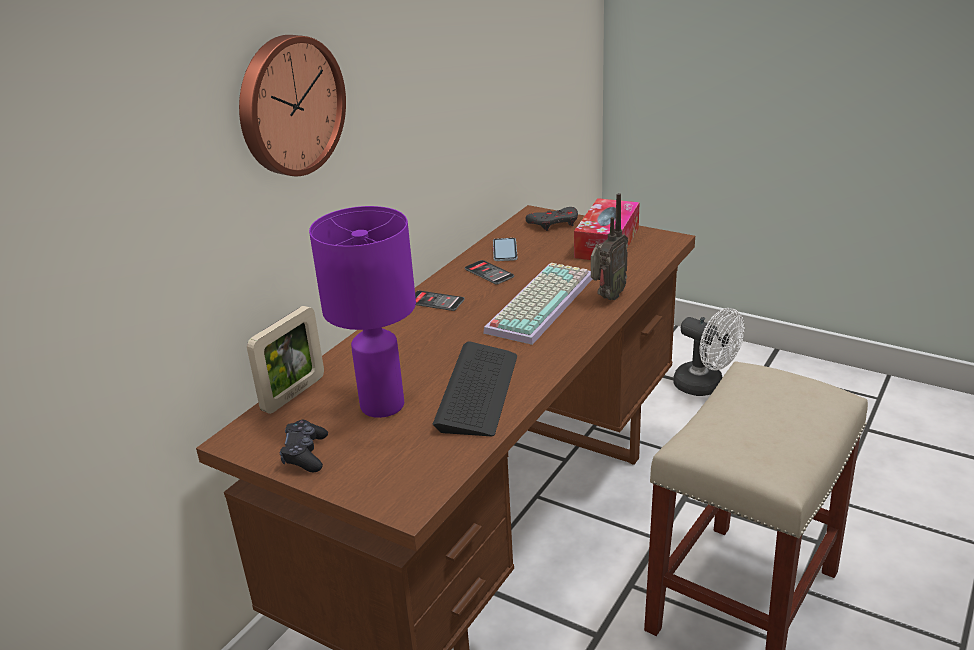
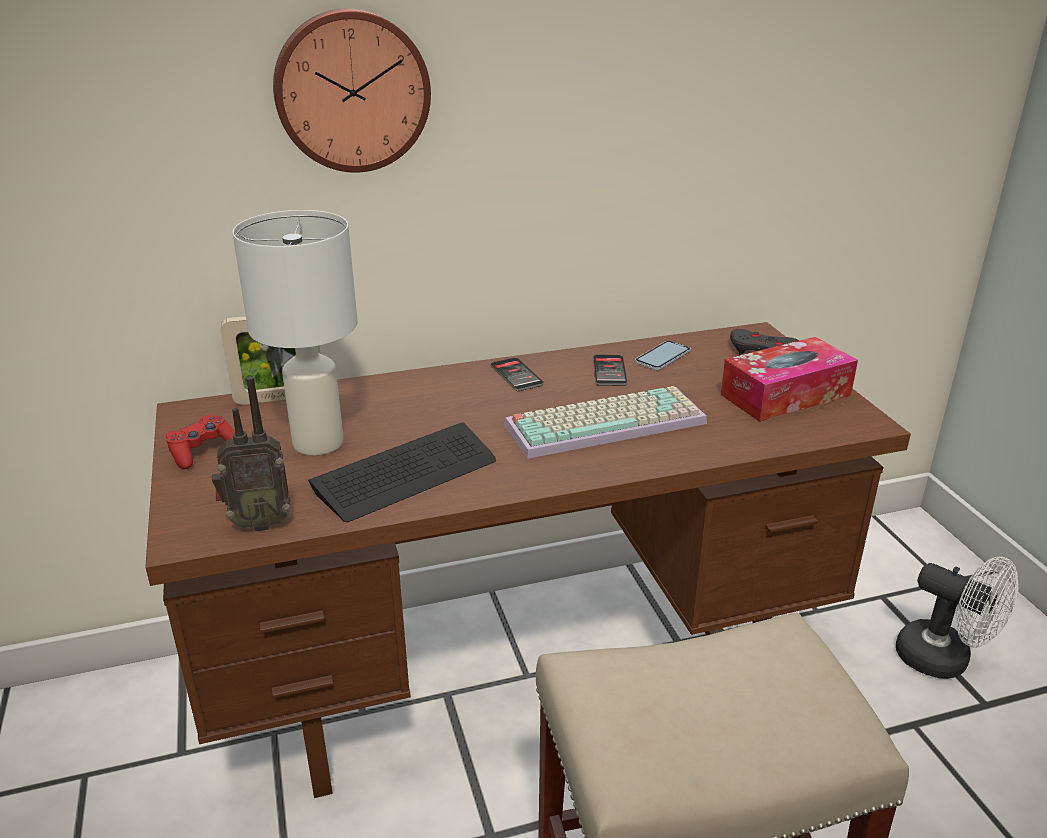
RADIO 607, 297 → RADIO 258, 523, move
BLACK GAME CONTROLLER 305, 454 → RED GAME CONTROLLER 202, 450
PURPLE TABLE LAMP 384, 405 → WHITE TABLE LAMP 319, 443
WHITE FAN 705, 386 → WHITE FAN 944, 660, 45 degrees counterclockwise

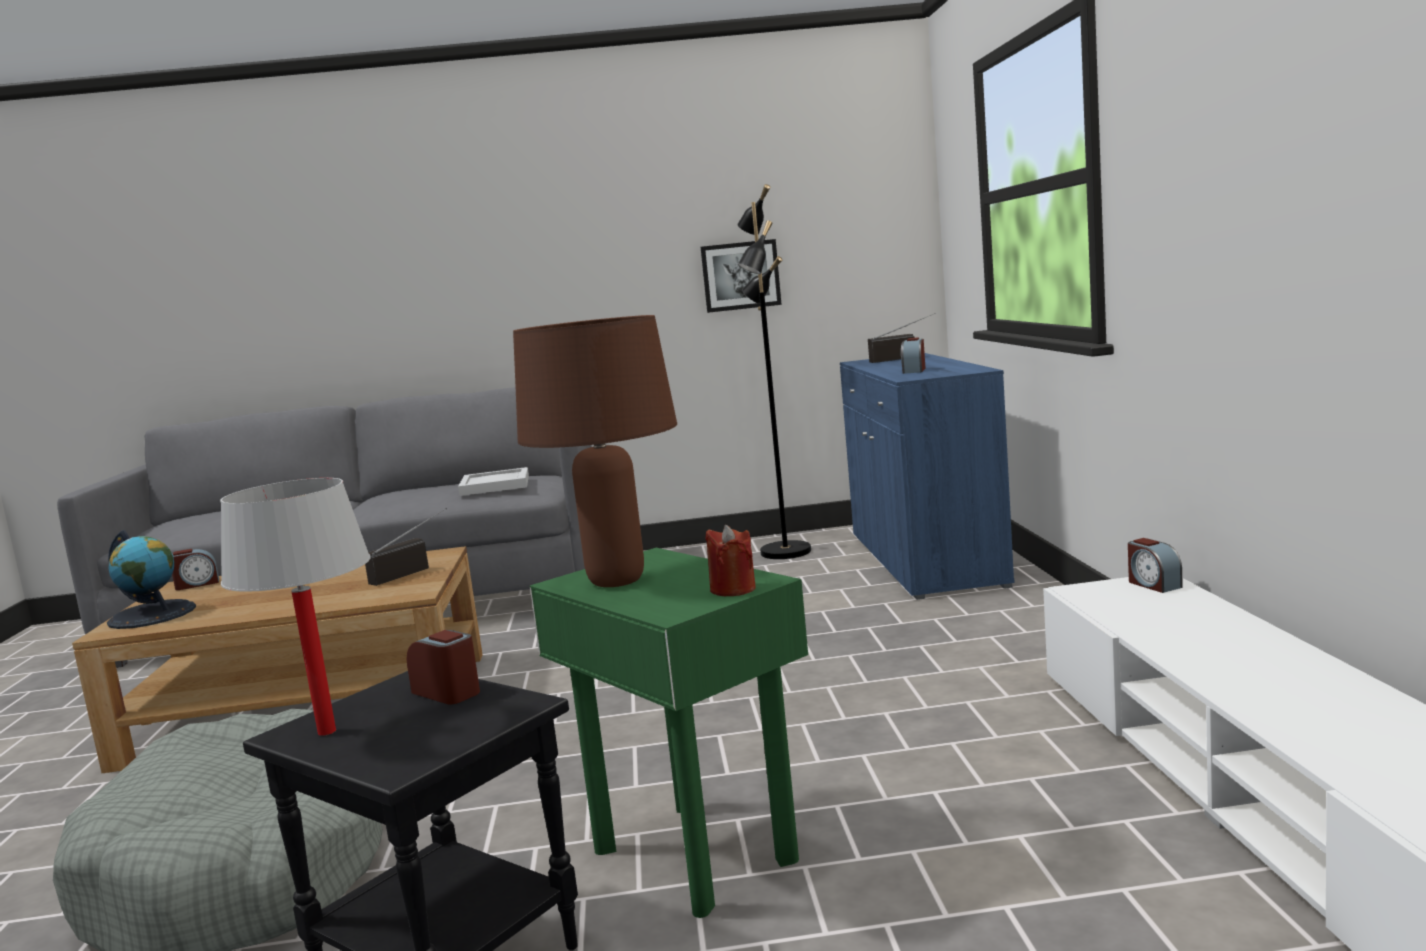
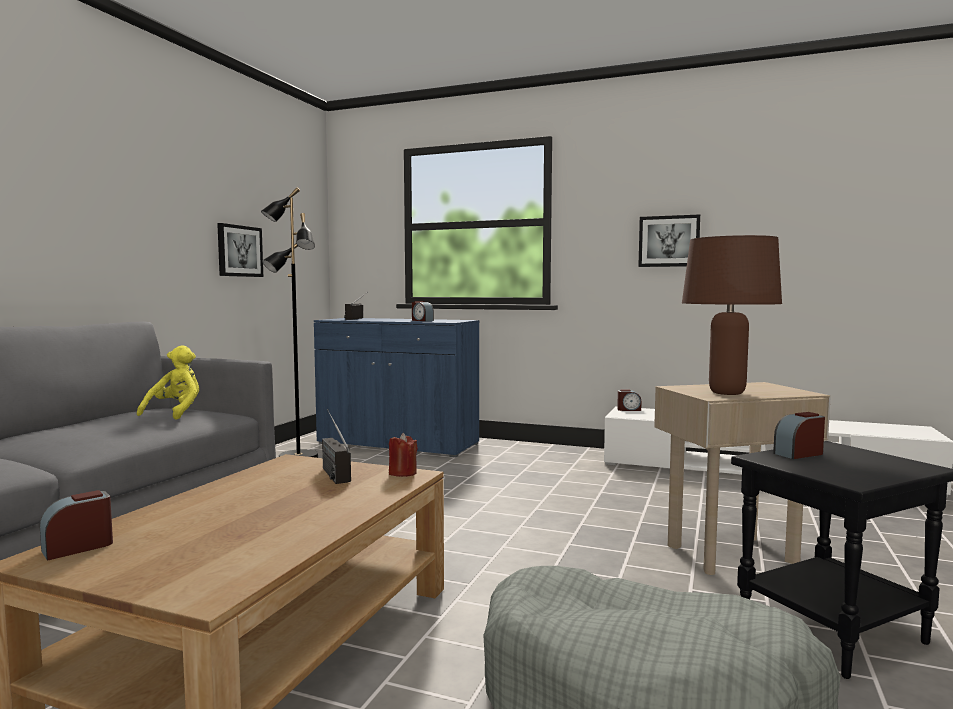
GLOBE 152, 615 → -
WHITE TABLE LAMP 327, 732 → -
- → PICTURE 669, 241
RED CANDLE 733, 589 → RED CANDLE 402, 473, move
WHITE TRAY 496, 485 → YELLOW PLUSH TOY 176, 413
GREEN SIDE TABLE 692, 856 → BEIGE SIDE TABLE 732, 554
ALARM CLOCK 197, 584 → ALARM CLOCK 78, 547, 135 degrees counterclockwise

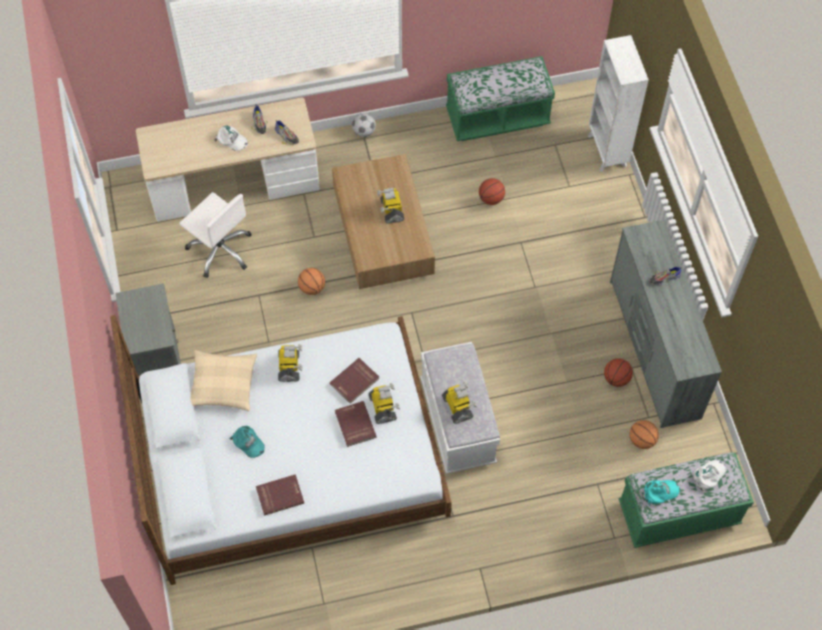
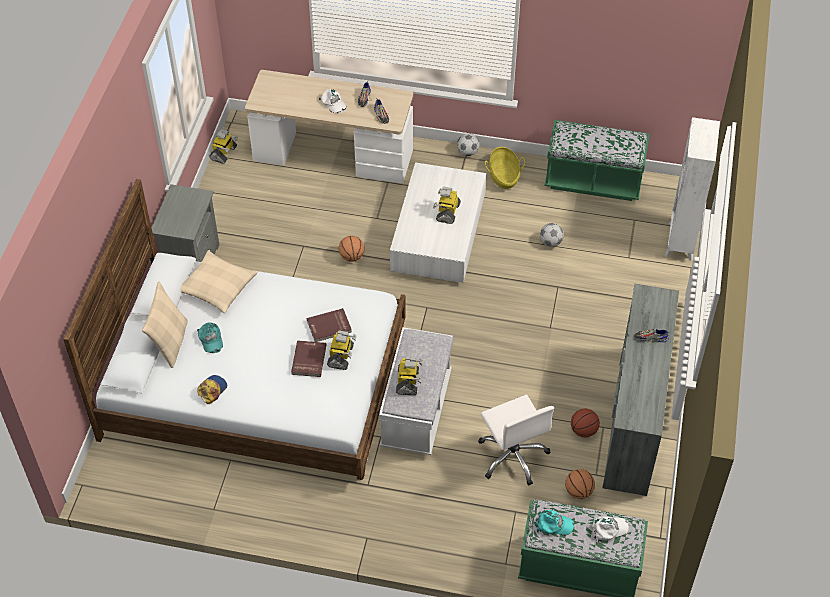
- → BEIGE PILLOW 170, 342
- → BASKET 504, 176
WHITE OFFICE CHAIR 220, 249 → WHITE OFFICE CHAIR 513, 456, move
TOY ROBOT 290, 367 → TOY ROBOT 224, 153, move
RED BOOK 279, 495 → CAP 212, 390
BASKETBALL 491, 198 → FOOTBALL 550, 243
BROWN COFFEE TABLE 383, 233 → WHITE COFFEE TABLE 438, 236

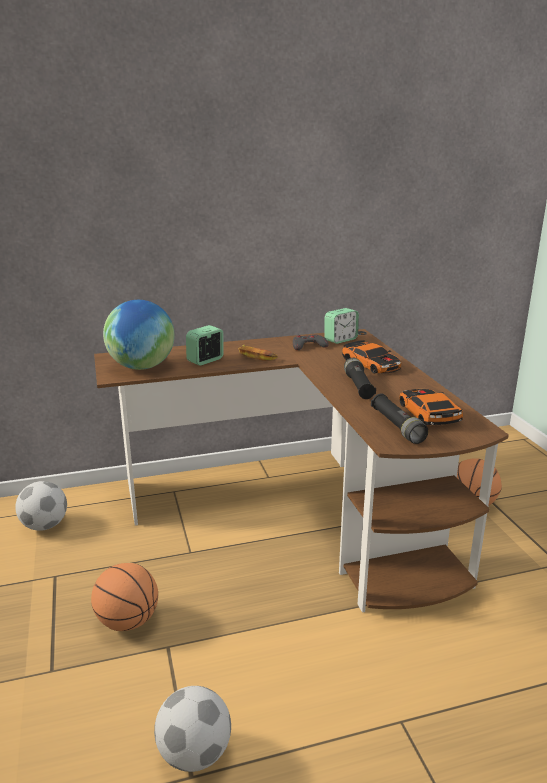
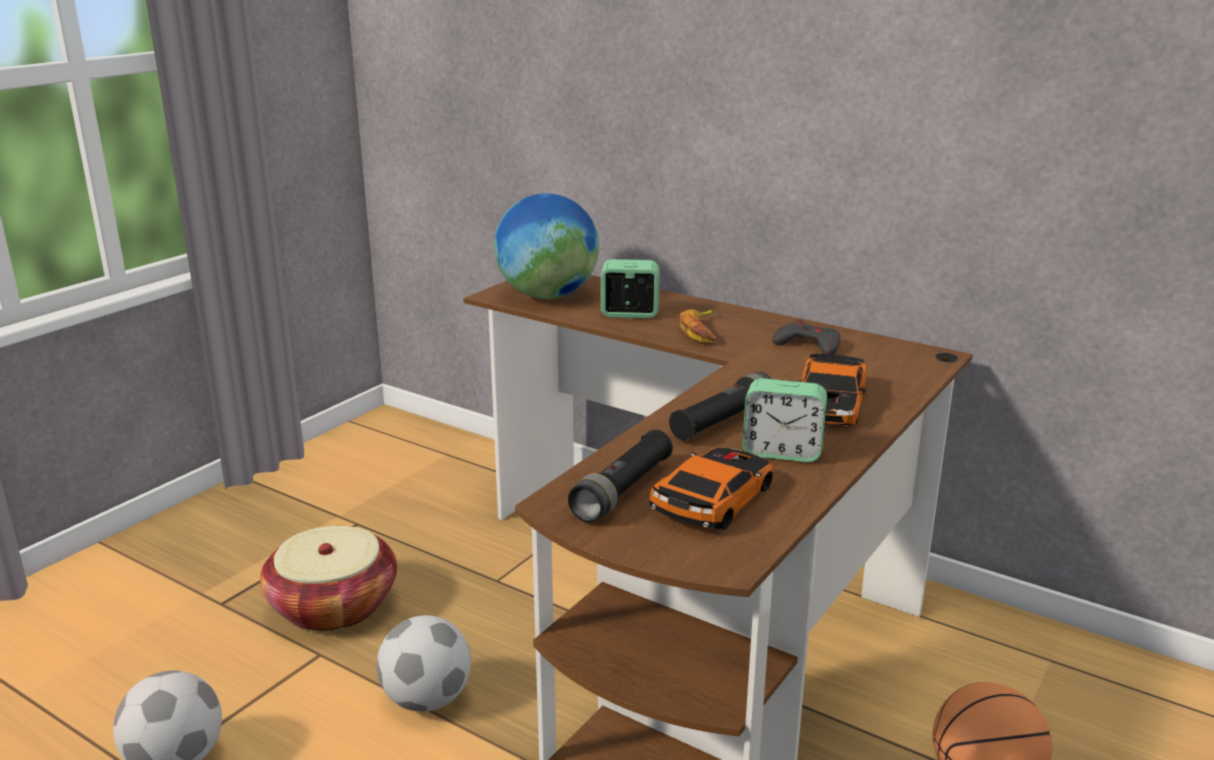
FOOTBALL 44, 526 → FOOTBALL 427, 699, move
ALARM CLOCK 340, 340 → ALARM CLOCK 782, 452, move
BASKETBALL 128, 621 → BASKET 333, 606

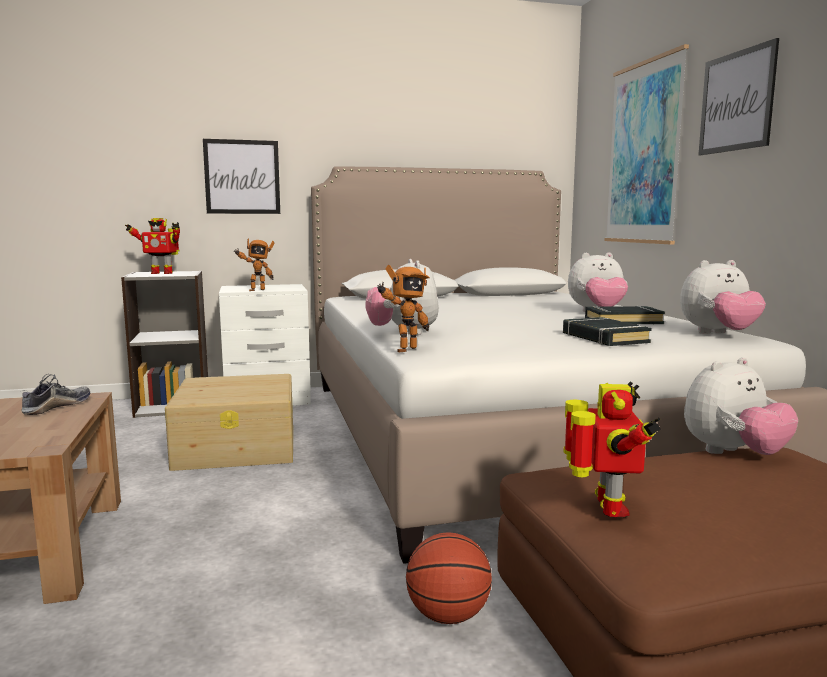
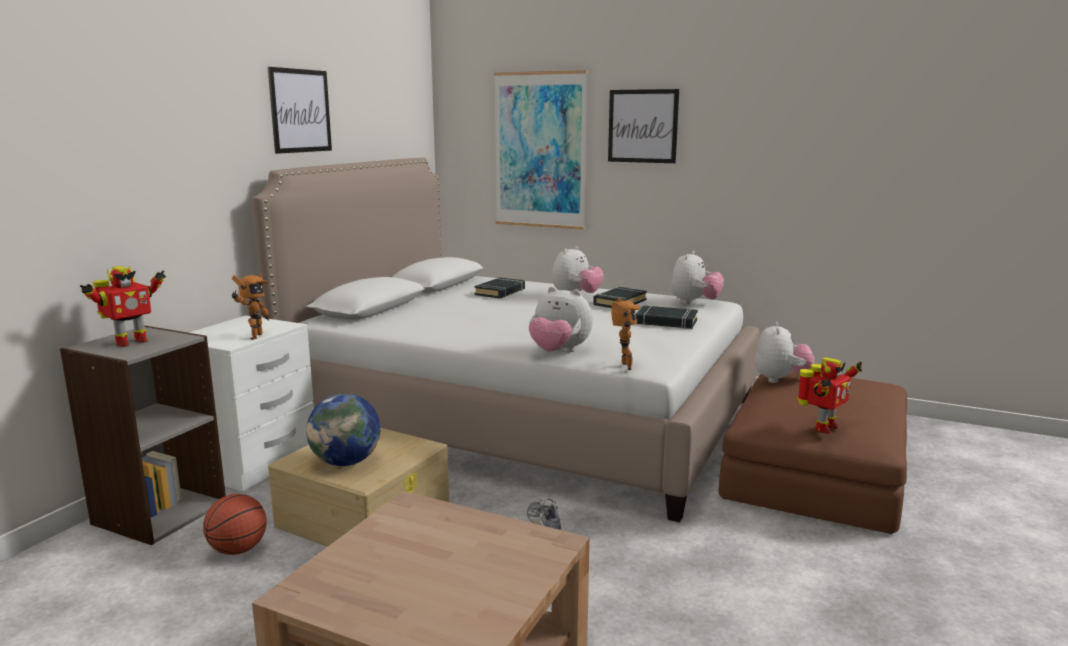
- → GLOBE 346, 462
- → BLACK BOOK 500, 292
SHOE 57, 407 → SHOE 544, 523, move
PICTURE 242, 177 → PICTURE 300, 111, move
BASKETBALL 448, 616 → BASKETBALL 238, 550, move
TOY ROBOT 607, 507 → TOY ROBOT 823, 428, 90 degrees clockwise

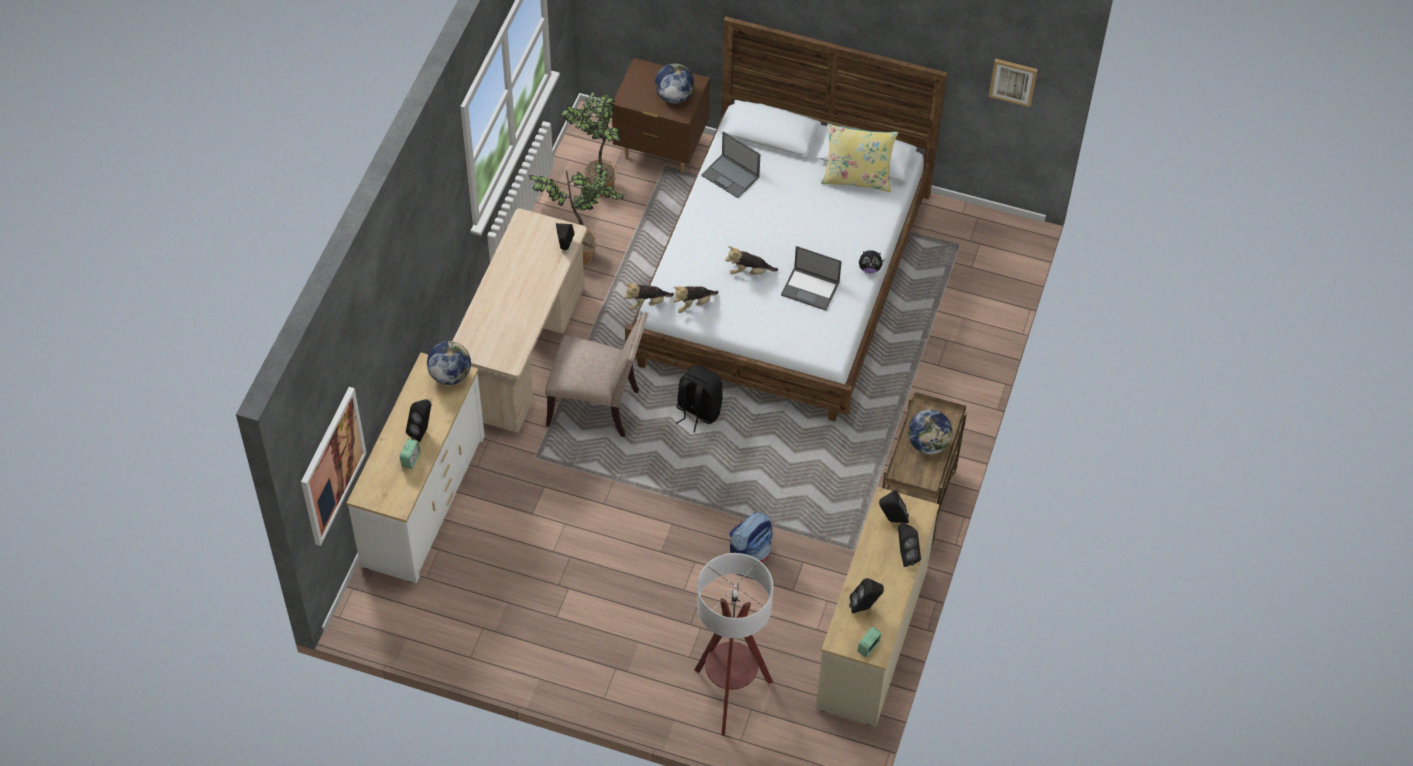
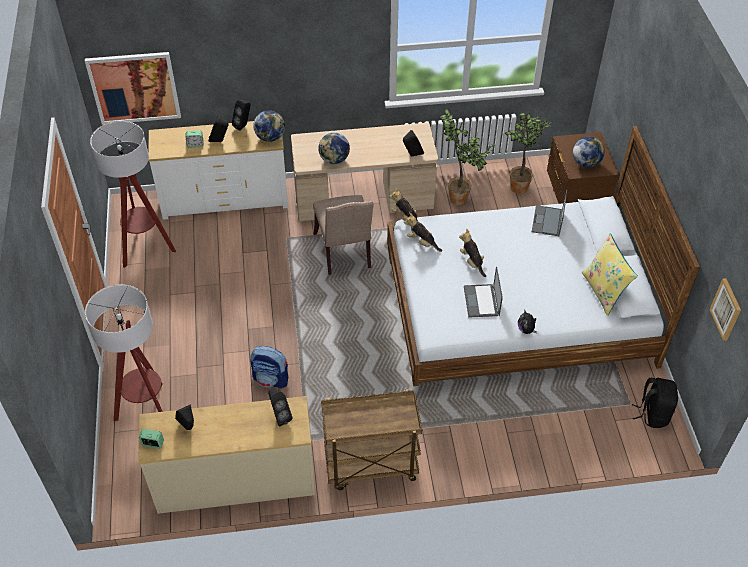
- → FLOOR LAMP 145, 248
BLACK BACKPACK 697, 411 → BLACK BACKPACK 652, 414, move
BLACK SPEAKER 905, 555 → BLACK SPEAKER 243, 125, move
GLOBE 928, 444 → GLOBE 334, 160, move

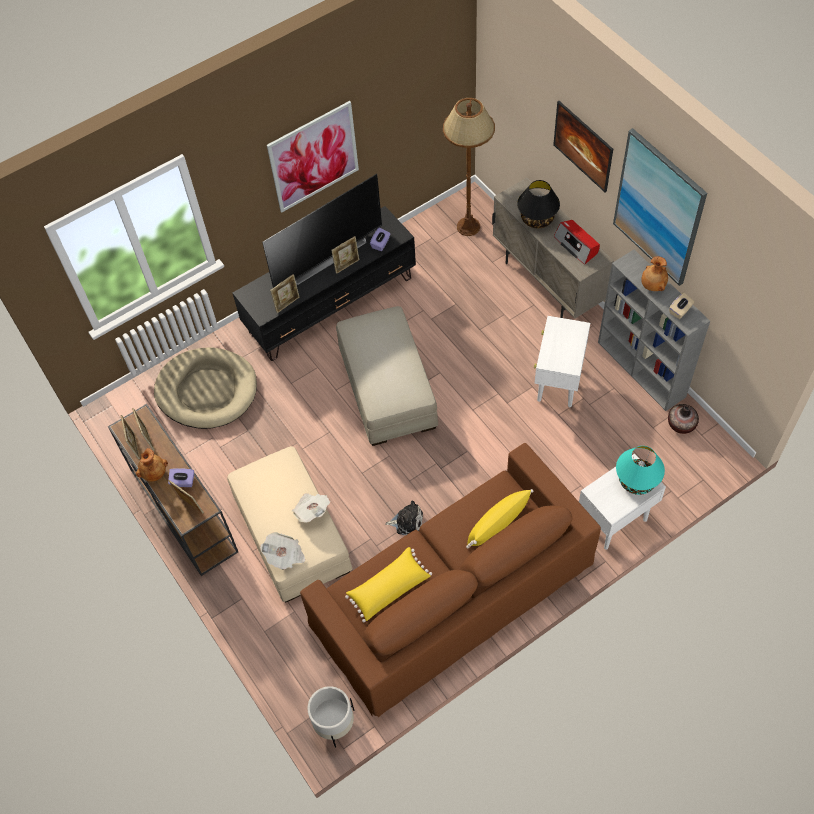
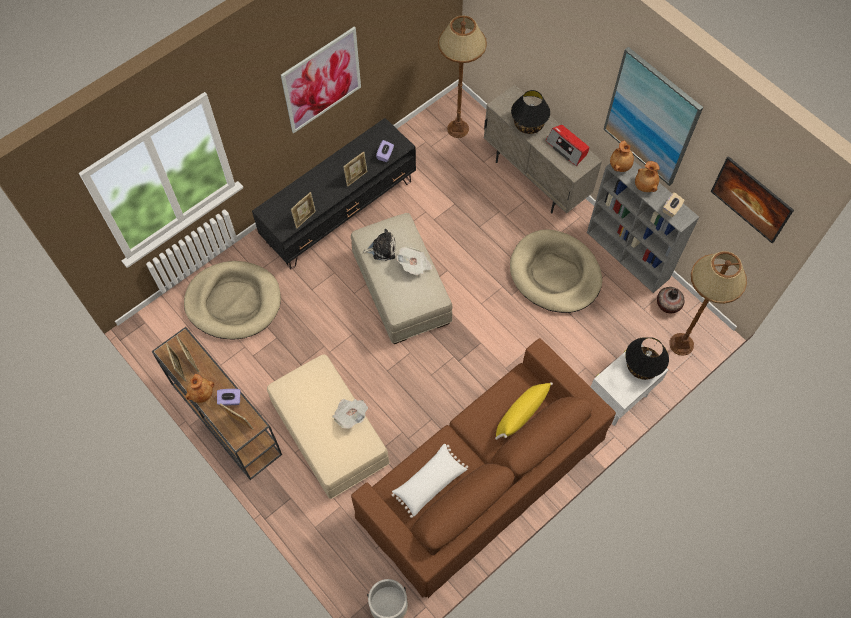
TELEVISION 326, 256 → -
- → BROWN VASE 620, 166
- → BROWN FLOOR LAMP 681, 344
NEWSPAPER 285, 556 → NEWSPAPER 414, 265, move
PLUSH TOY 407, 522 → PLUSH TOY 382, 249, move
PICTURE 581, 157 → PICTURE 746, 208, move
WHITE SIDE TABLE 558, 384 → BEIGE DOG BED 555, 274
YELLOW PILLOW 388, 588 → WHITE PILLOW 429, 482
TURQUOISE TABLE LAMP 637, 481 → BLACK TABLE LAMP 642, 366

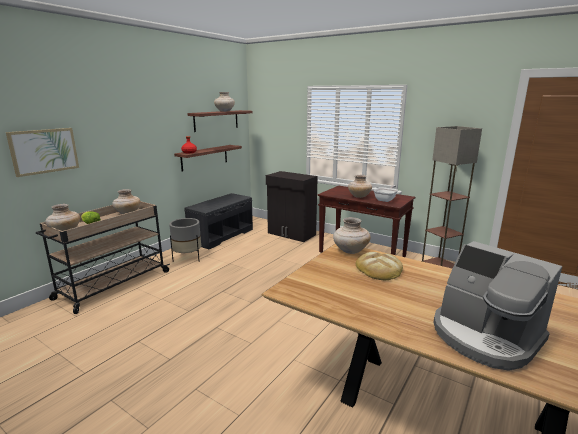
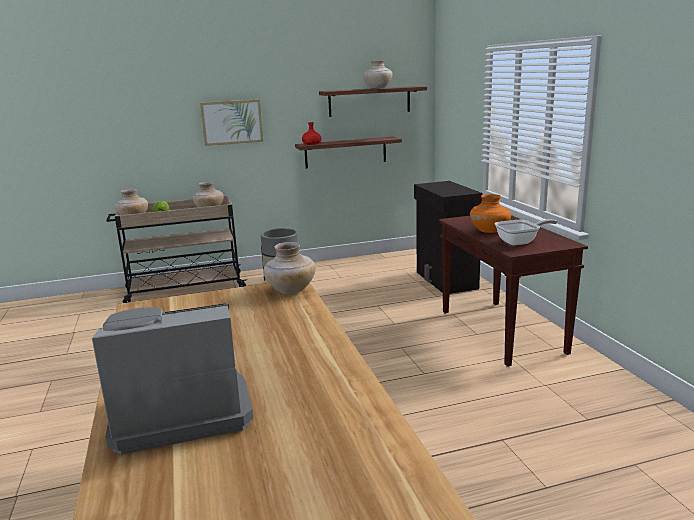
GREY BENCH 221, 235 → -
BREAD 379, 269 → -
FLOOR LAMP 440, 265 → -
PICTURE 44, 151 → PICTURE 232, 122, move
BEIGE VASE 359, 196 → ORANGE VASE 489, 231
COFFEE MACHINE 484, 336 → COFFEE MACHINE 180, 412, 75 degrees clockwise

